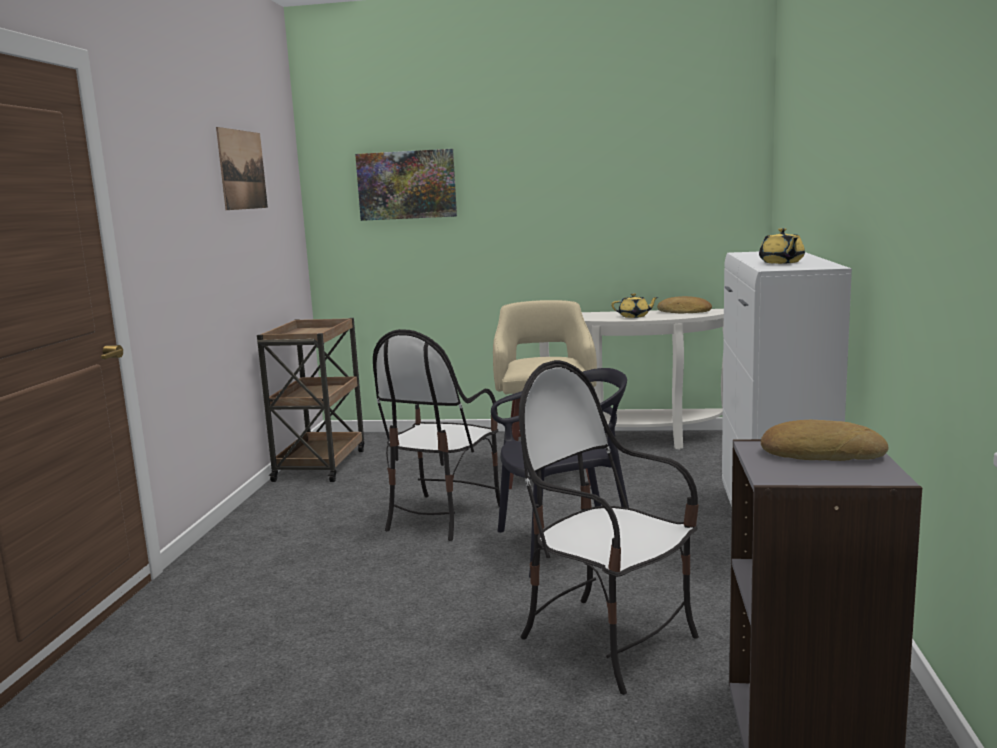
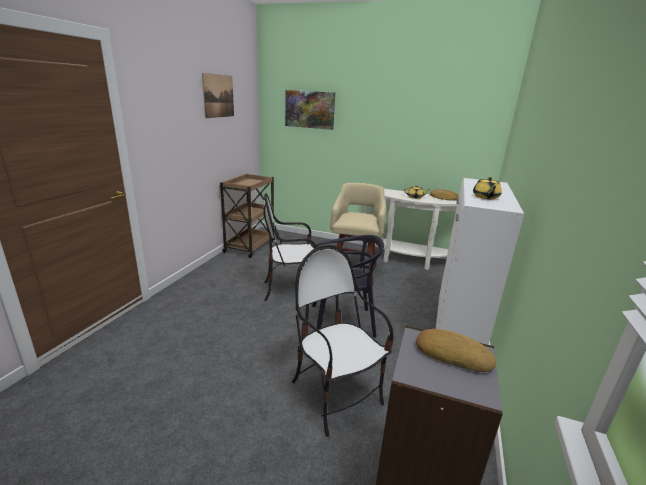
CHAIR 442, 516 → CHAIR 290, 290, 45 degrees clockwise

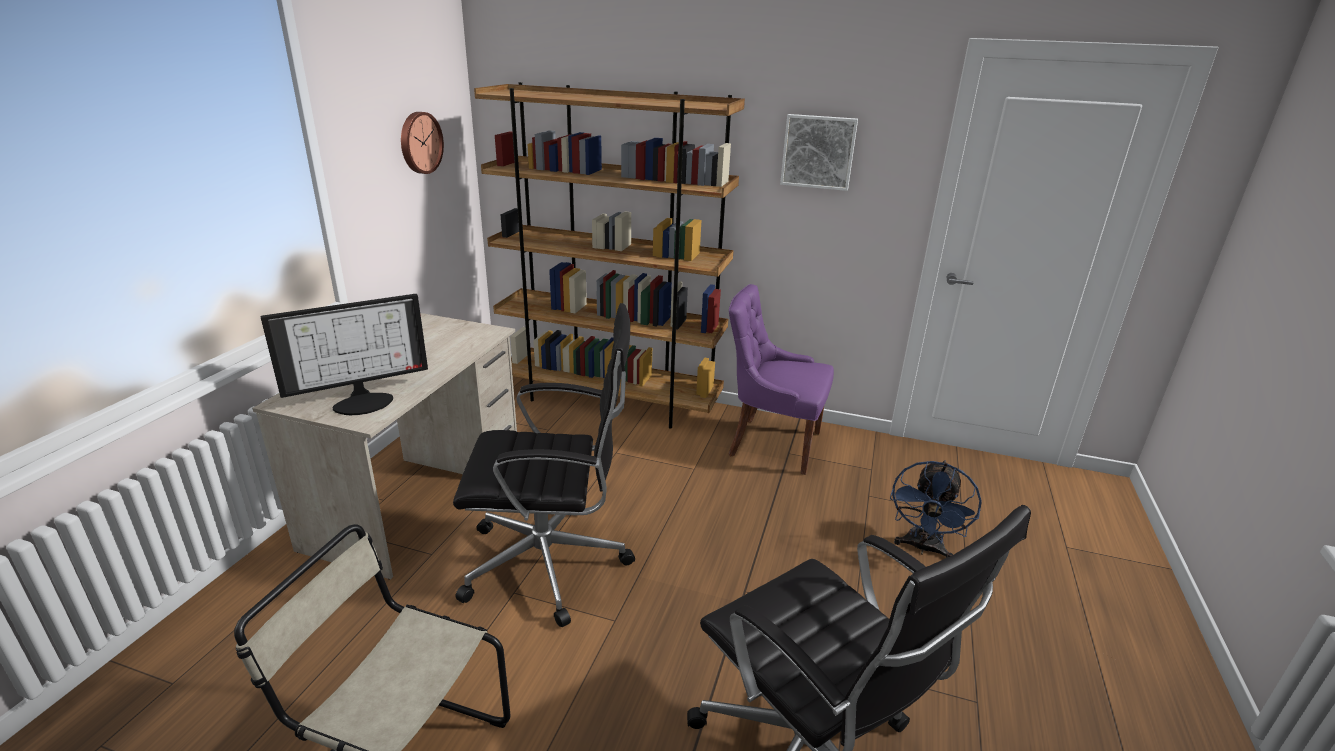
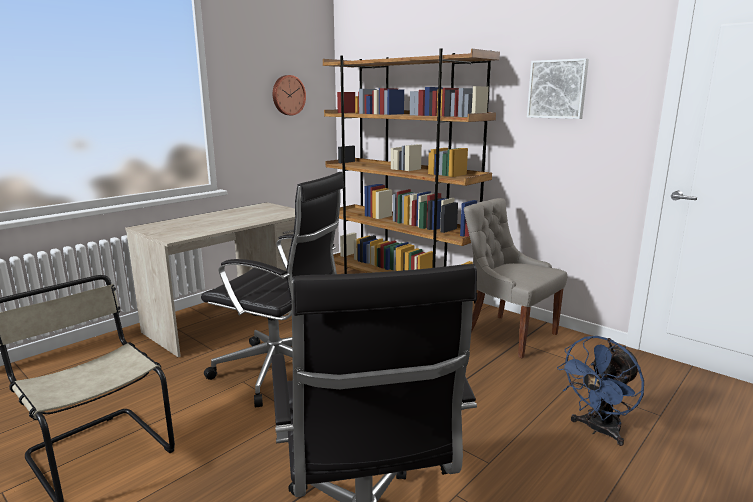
MONITOR 363, 401 → -
PURPLE CHAIR 772, 444 → GREY CHAIR 508, 334

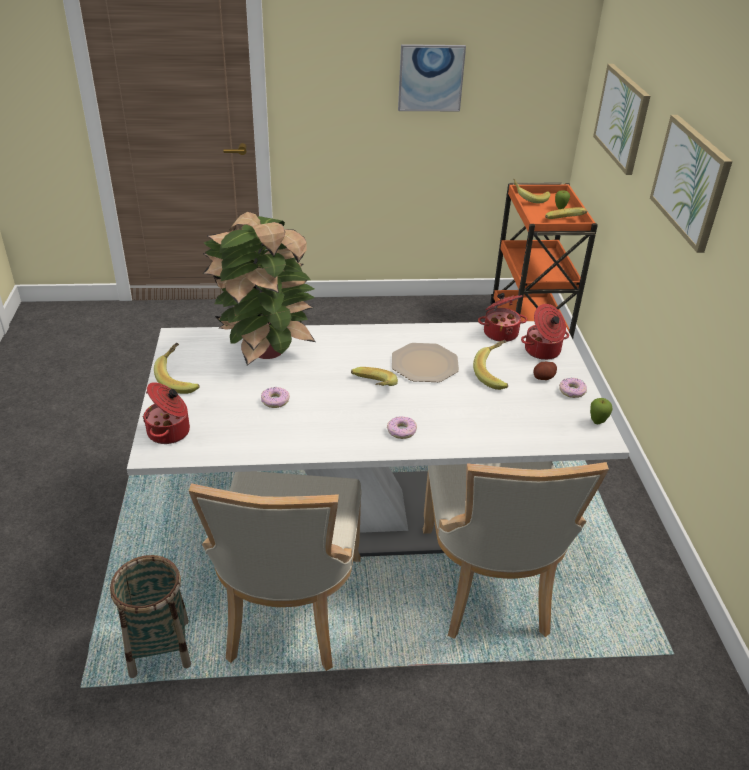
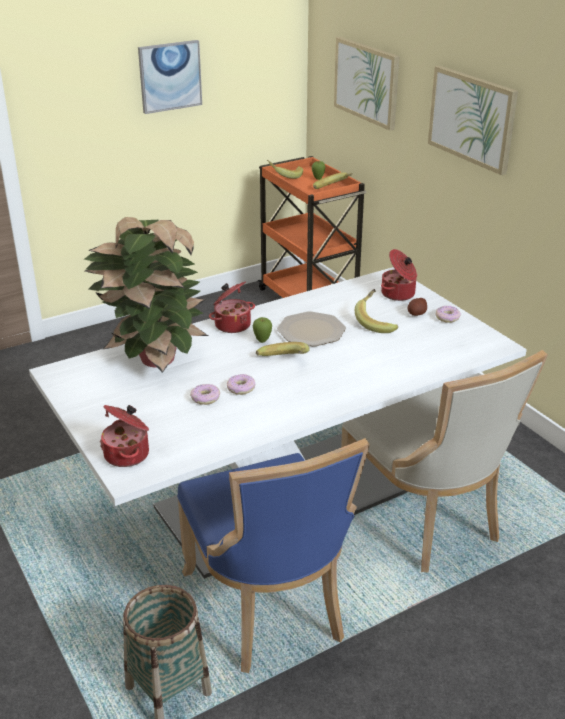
BANANA 181, 379 → -
DONUT 401, 431 → DONUT 241, 388, move
COOKING POT 500, 332 → COOKING POT 232, 324, move
APPLE 597, 422 → APPLE 262, 341, move
BEIGE CHAIR 289, 611 → BLUE CHAIR 269, 608

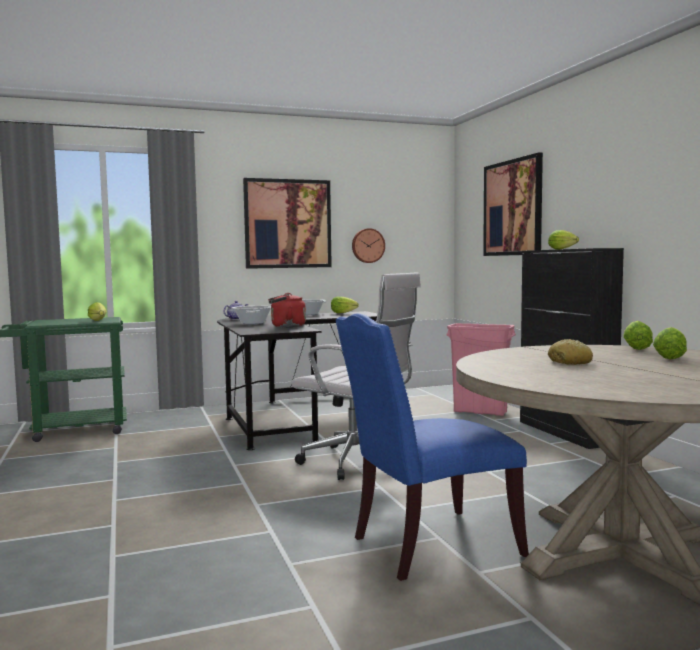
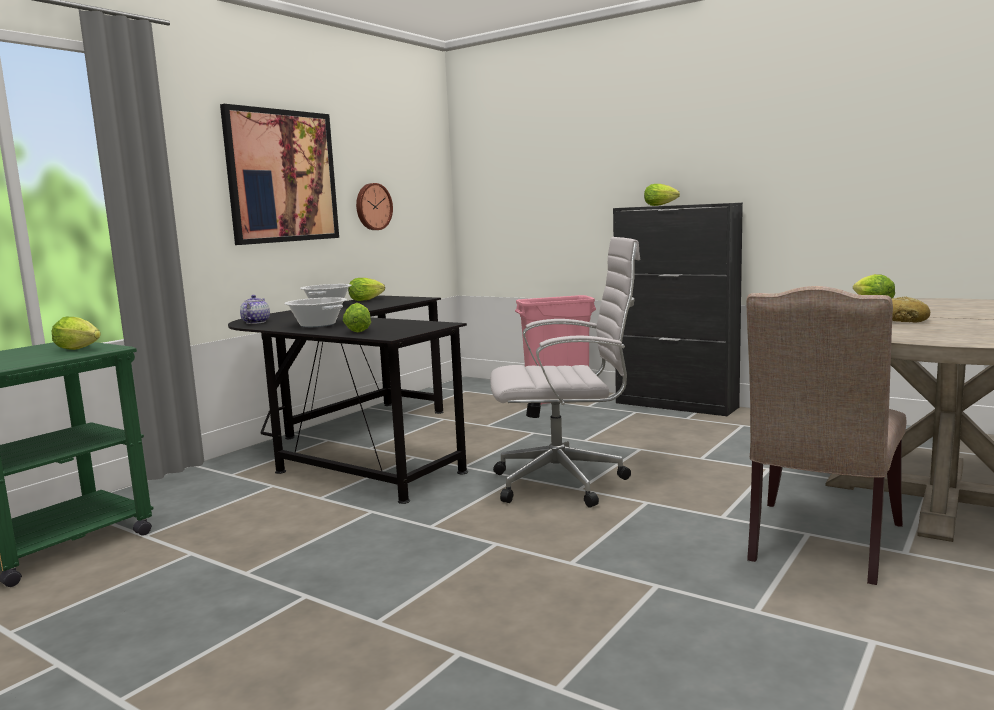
RED KETTLE 286, 326 → -
PICTURE 512, 208 → -
LETTUCE 670, 357 → LETTUCE 358, 330, move
BLUE CHAIR 429, 546 → BEIGE CHAIR 820, 544

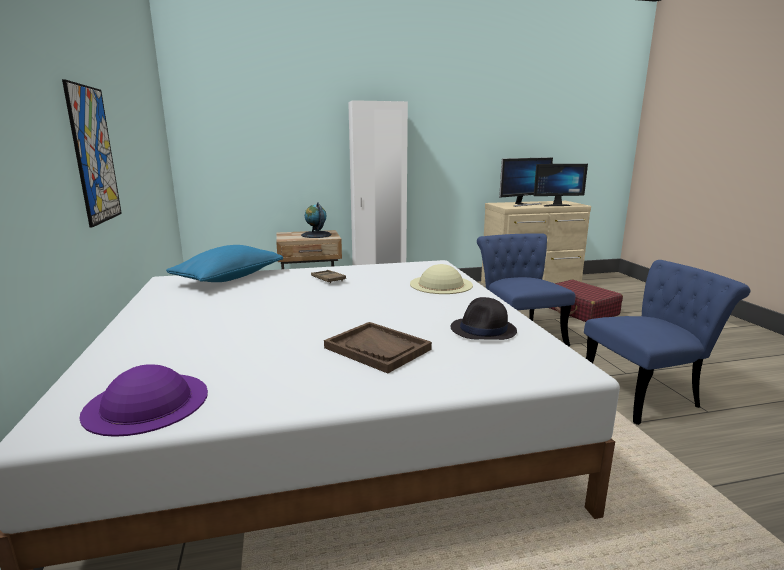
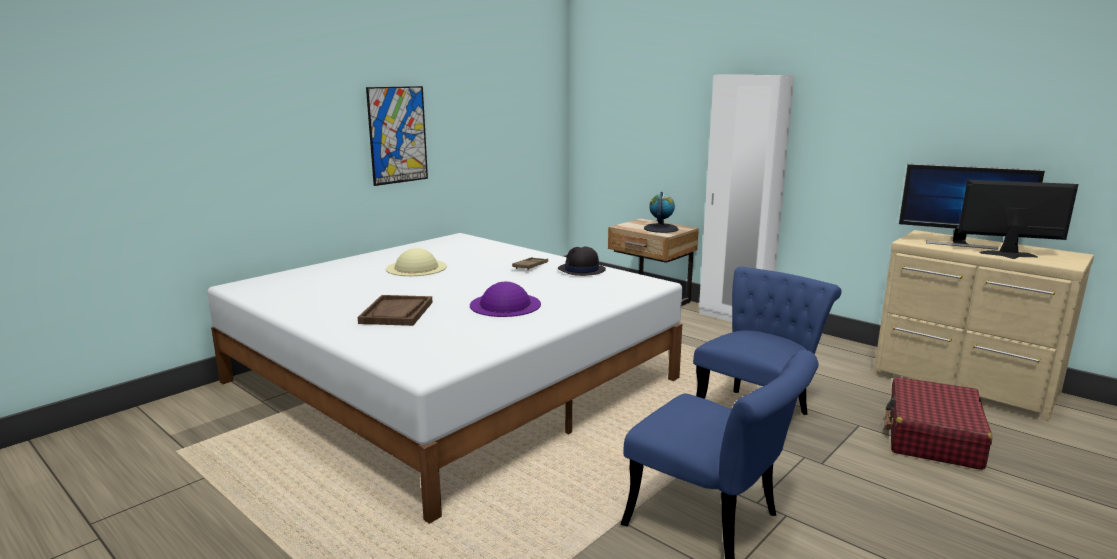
BLUE PILLOW 229, 278 → -
PURPLE HAT 147, 402 → PURPLE HAT 505, 304, move
BEIGE HAT 441, 284 → BEIGE HAT 416, 267, move
BLACK HAT 483, 330 → BLACK HAT 581, 270, move
MONITOR 555, 205 → MONITOR 1010, 256, 150 degrees clockwise

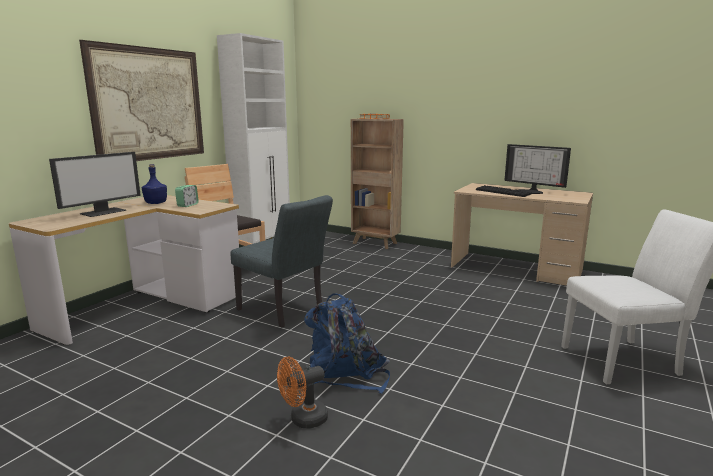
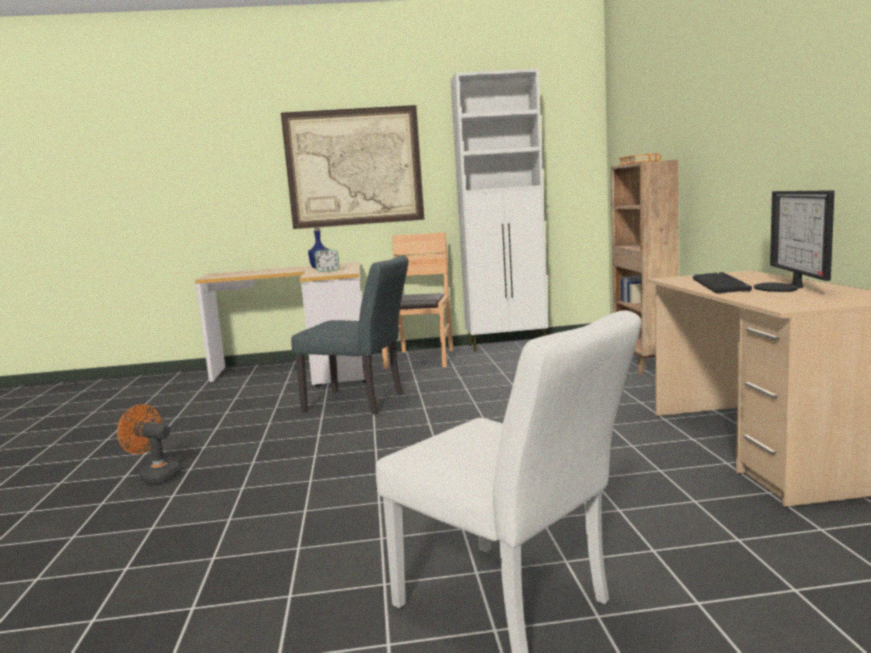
MONITOR 103, 212 → -
BLUE BACKPACK 345, 373 → -
GREY CHAIR 285, 311 → GREY CHAIR 361, 402, 75 degrees counterclockwise

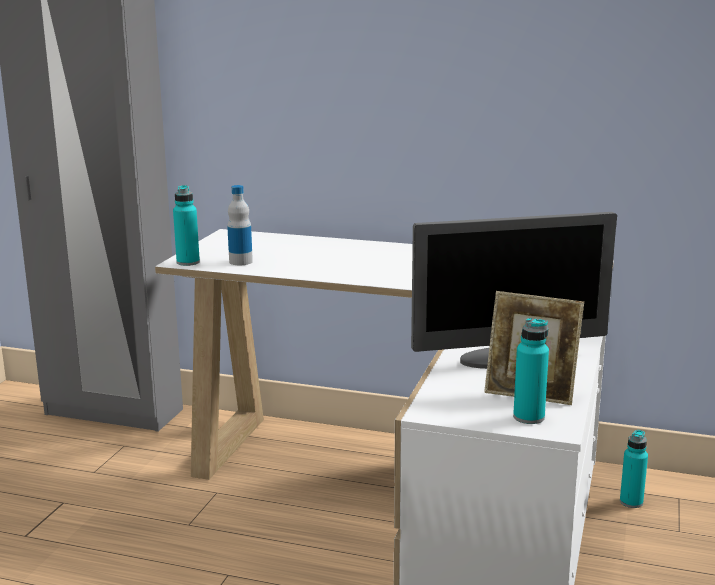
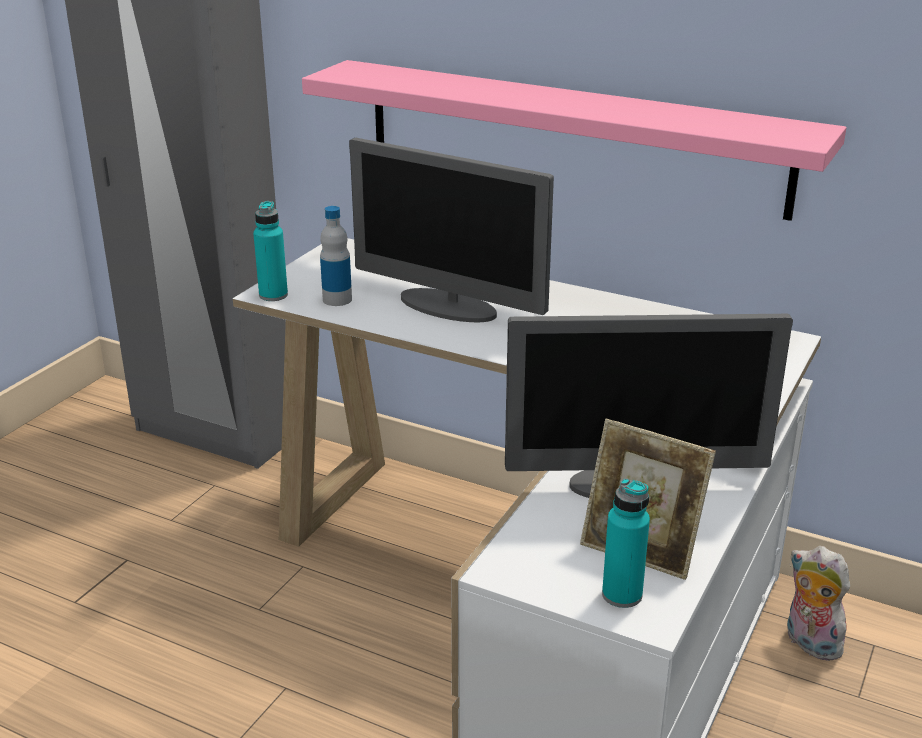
- → PINK SHELF 571, 136
- → MONITOR 448, 307
TURQUOISE BOTTLE 631, 502 → PLUSH TOY 809, 643

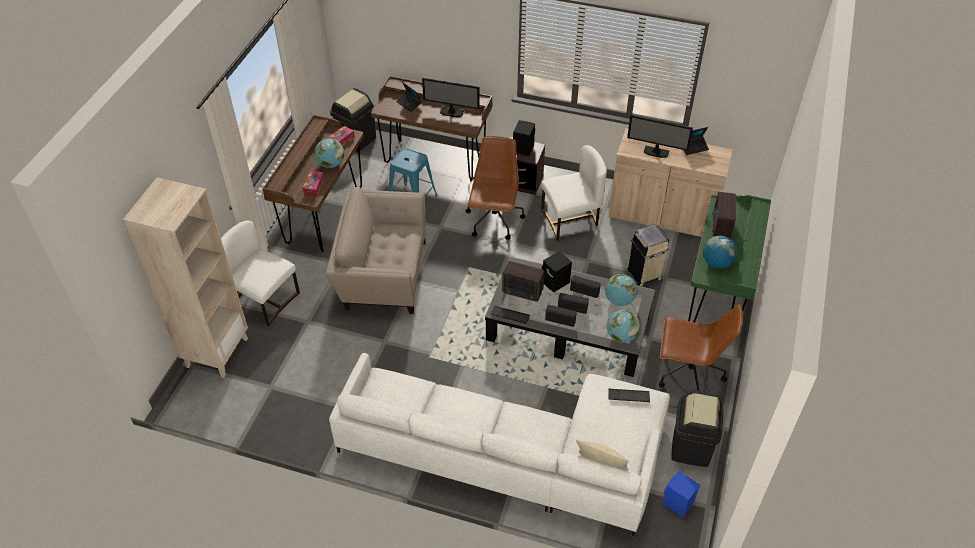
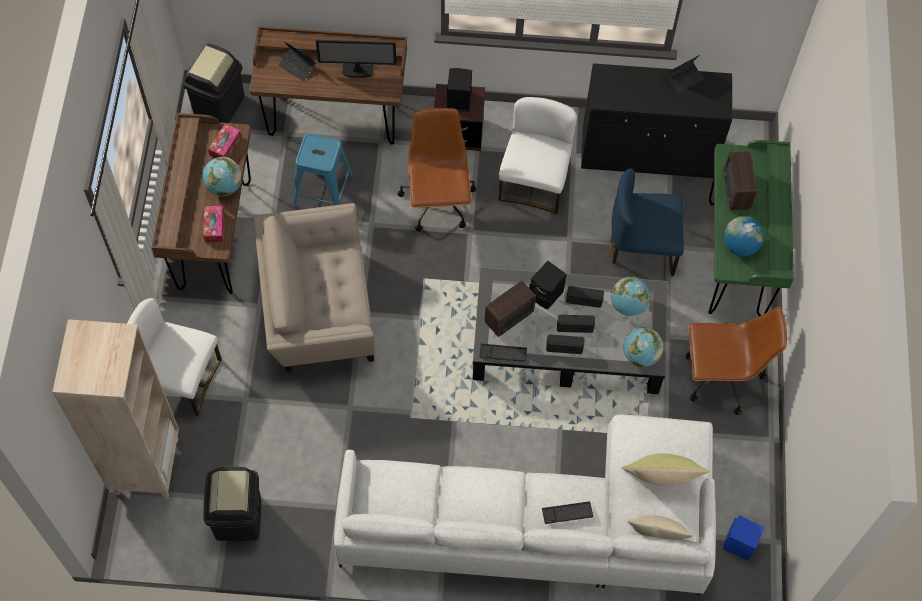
MONITOR 656, 152 → -
- → YELLOW PILLOW 660, 480
KEYBOARD 628, 396 → KEYBOARD 567, 513, move
BLACK TRASH CAN 691, 447 → BLACK TRASH CAN 239, 517, move
BEIGE TRASH CAN 644, 275 → BLUE CHAIR 642, 247
BEIGE CABINET 662, 215 → BLACK CABINET 647, 153
RADIO 523, 292 → RADIO 510, 317, 45 degrees counterclockwise
WHITE CHAIR 571, 220 → WHITE CHAIR 534, 182, 45 degrees counterclockwise

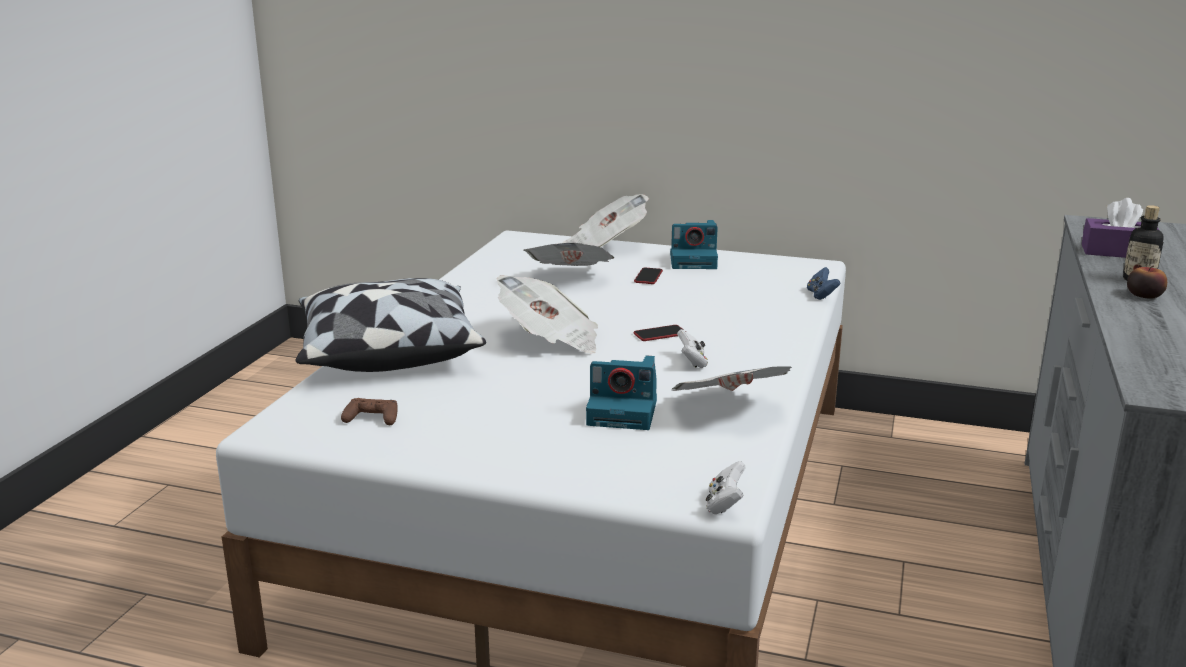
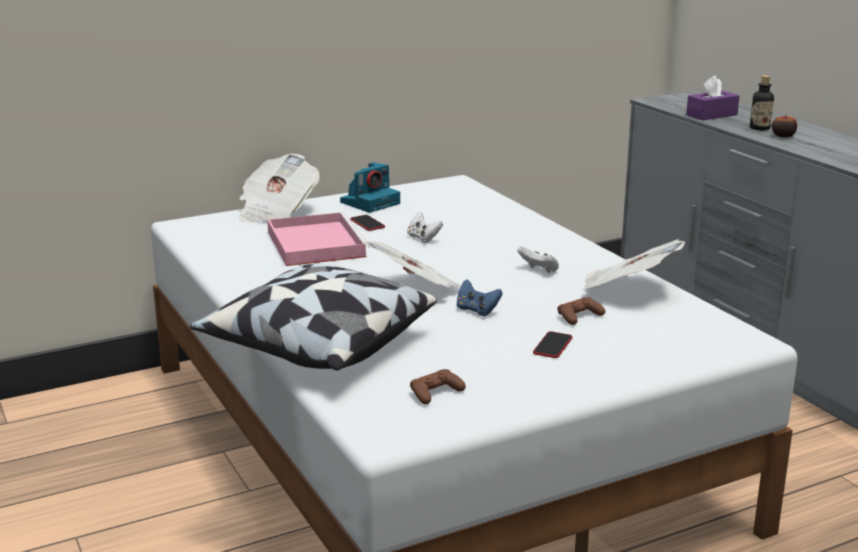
PHONE 660, 334 → PHONE 552, 346, move
WHITE GAME CONTROLLER 724, 504 → WHITE GAME CONTROLLER 423, 238, move
BLUE GAME CONTROLLER 821, 295 → BLUE GAME CONTROLLER 477, 310, move
NEWSPAPER 570, 279 → PINK TRAY 314, 243
PHOTO CAMERA 624, 412 → BROWN GAME CONTROLLER 579, 316

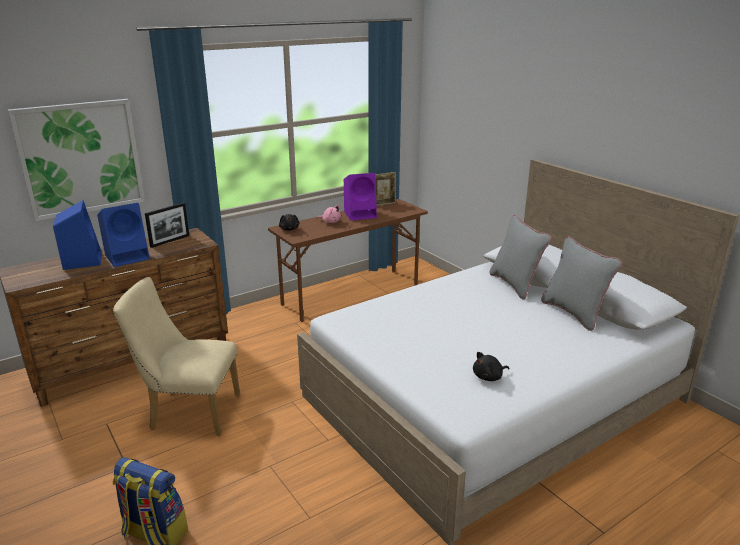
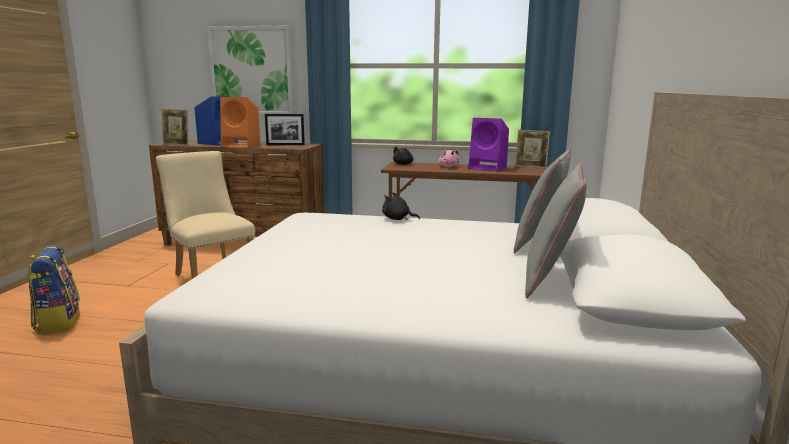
- → PICTURE FRAME 176, 145
BLACK PLUSH TOY 489, 377 → BLACK PLUSH TOY 397, 219, move
BLUE SPEAKER 128, 257 → ORANGE SPEAKER 242, 145

